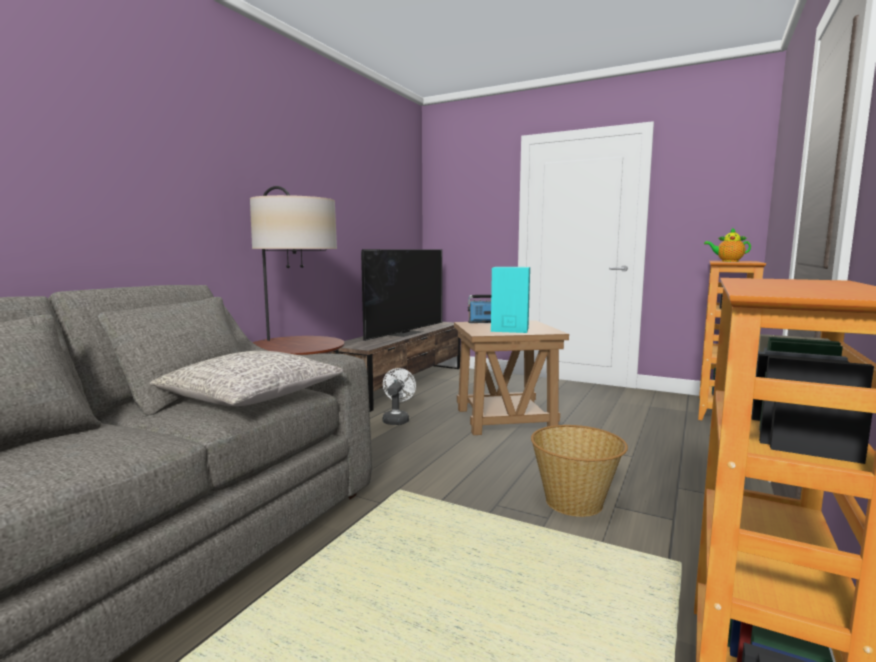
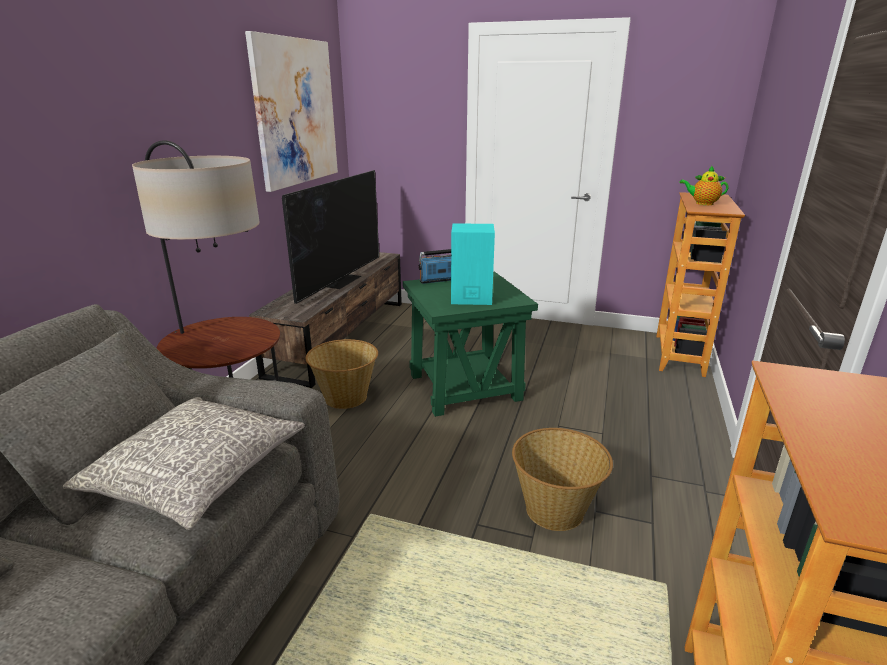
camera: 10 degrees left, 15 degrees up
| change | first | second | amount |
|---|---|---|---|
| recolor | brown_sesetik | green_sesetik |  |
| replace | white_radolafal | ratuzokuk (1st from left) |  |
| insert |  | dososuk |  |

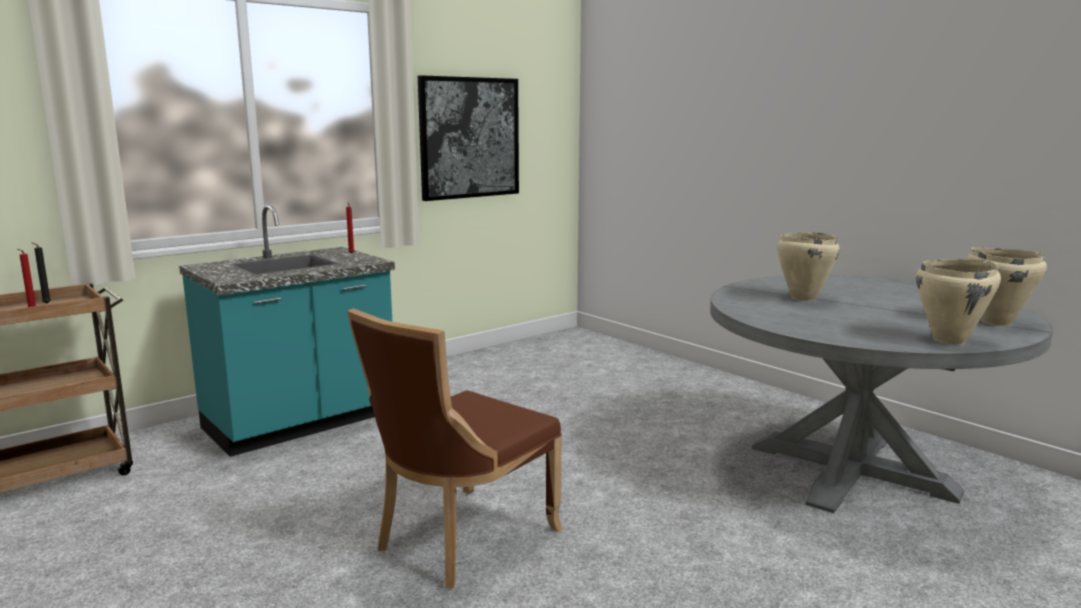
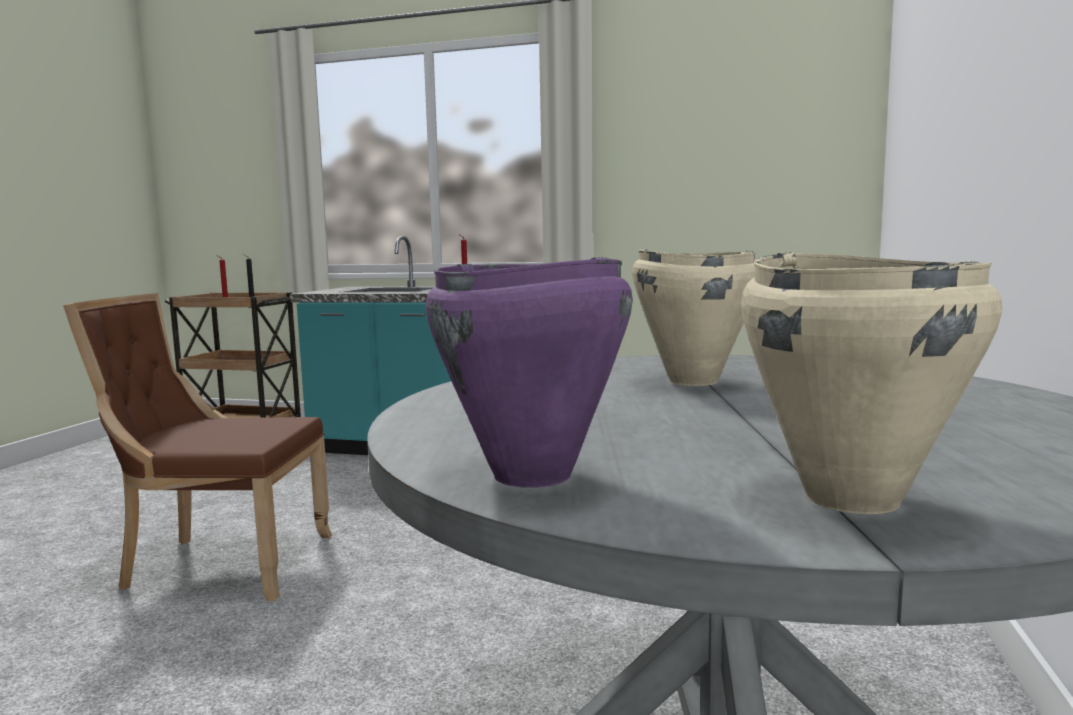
camera: 55 degrees right, 5 degrees down
| change | first | second | amount |
|---|---|---|---|
| delete | dososuk |  |  |
| recolor | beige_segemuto (2nd from left) | purple_segemuto |  |

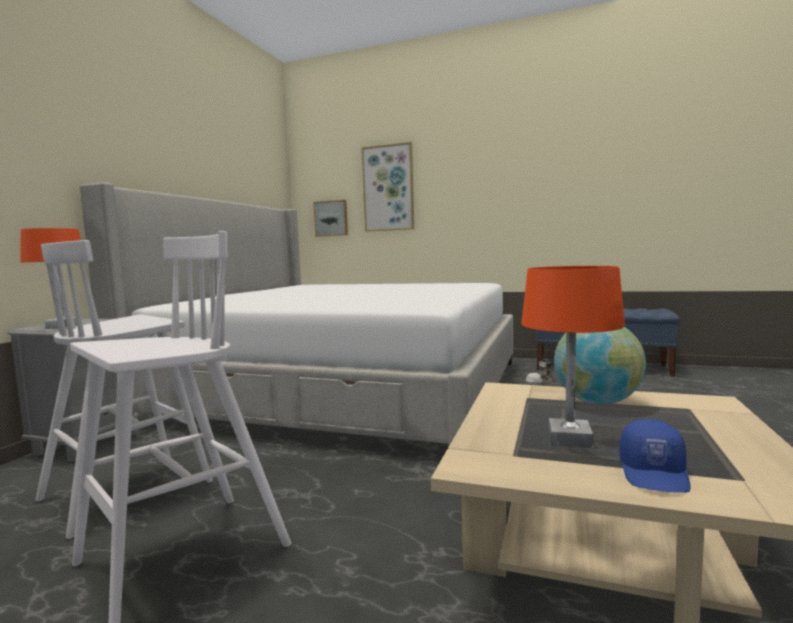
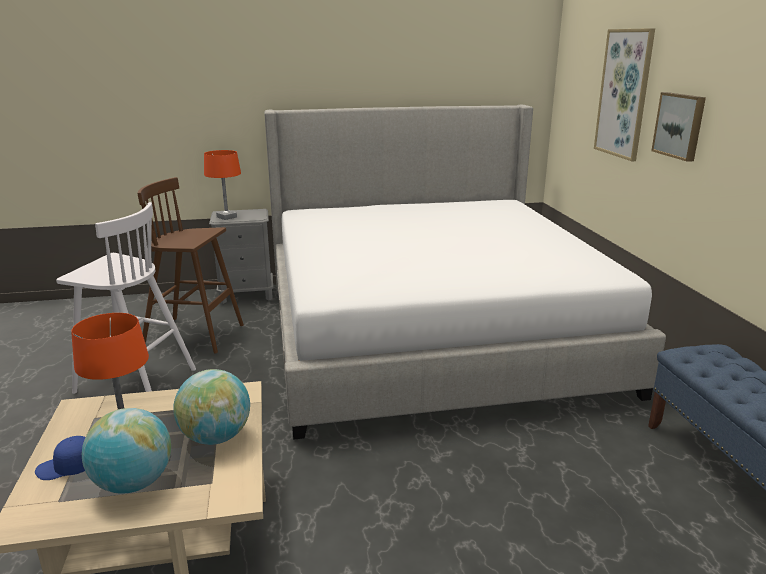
camera: 60 degrees right, 15 degrees up
| change | first | second | amount |
|---|---|---|---|
| move | dososuk (1st from left in the first image) | dososuk (2nd from left) |  |
| recolor | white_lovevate (1st from left) | brown_lovevate |  |
| delete | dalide |  |  |
| insert |  | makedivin (1st from left) |  |

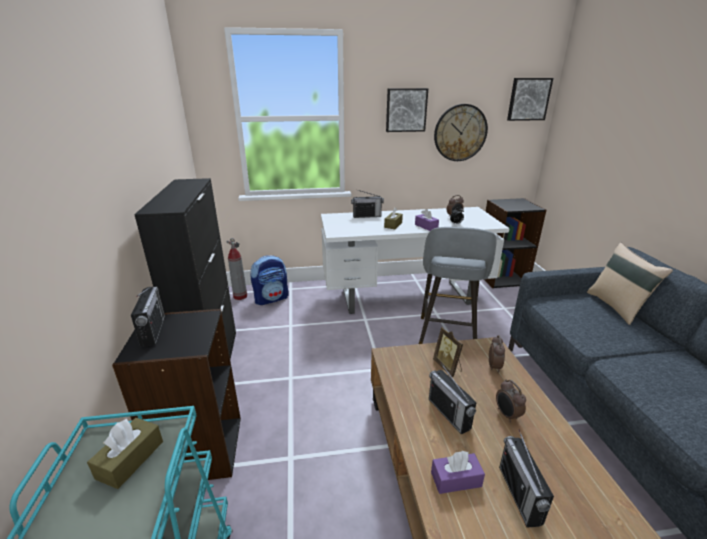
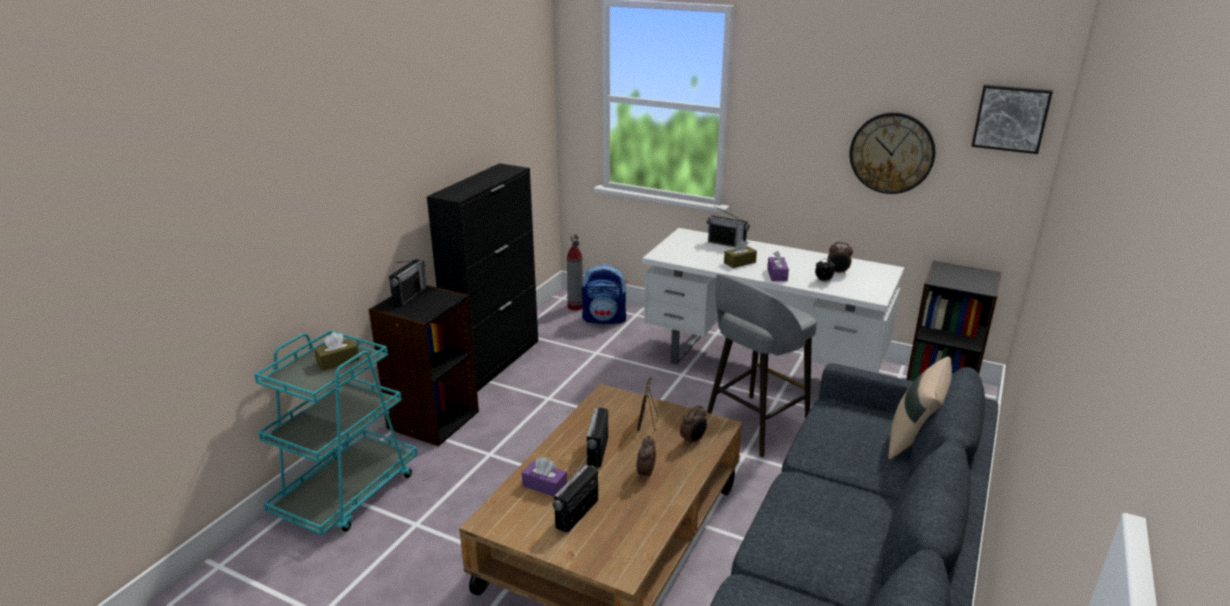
camera: 35 degrees right, 0 degrees up
| change | first | second | amount |
|---|---|---|---|
| delete | dososuk (1st from left) |  |  |

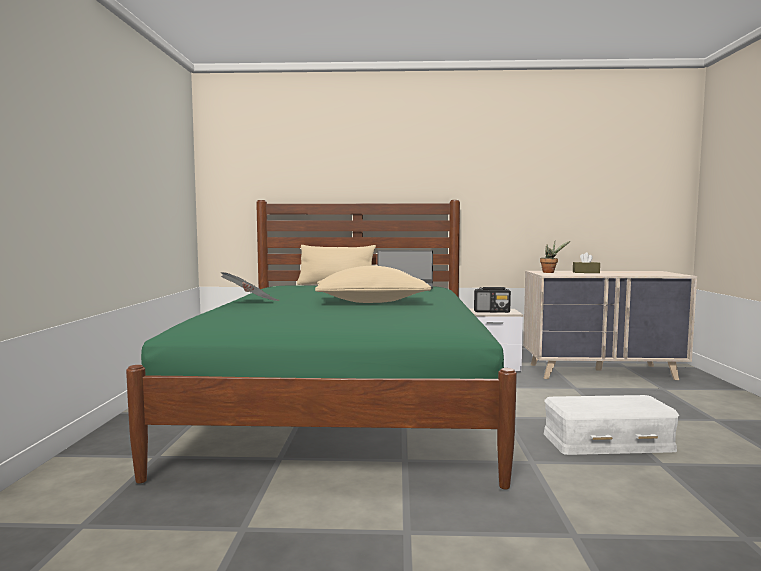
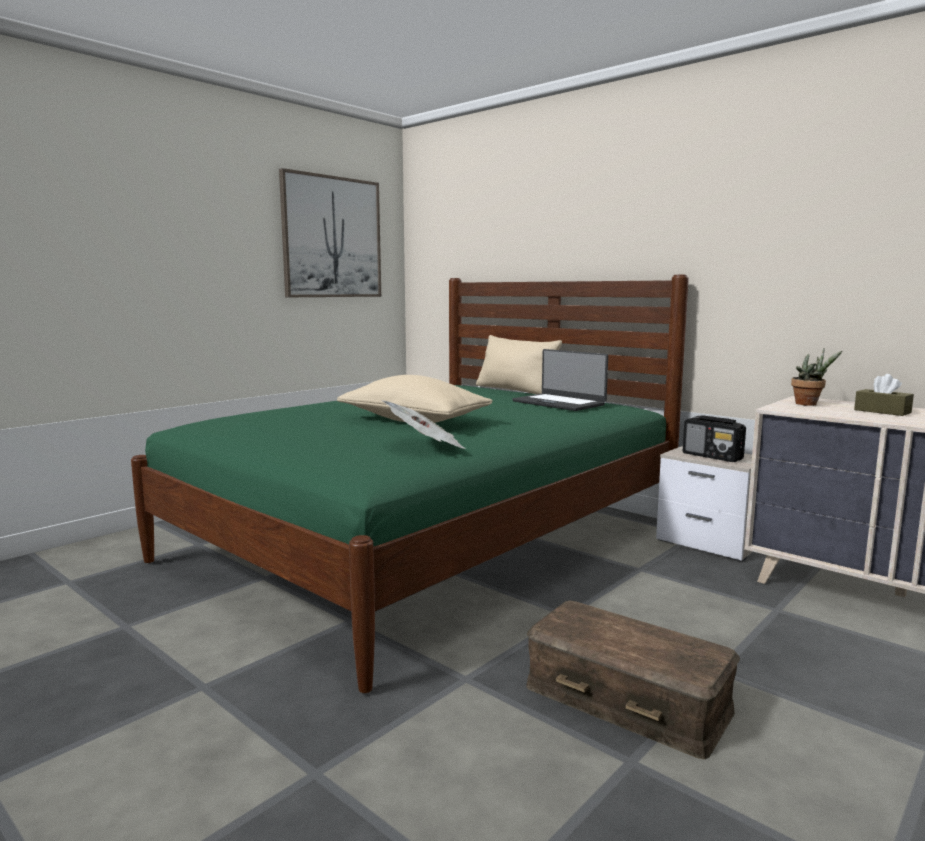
camera: 40 degrees right, 5 degrees up
| change | first | second | amount |
|---|---|---|---|
| move | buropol |  |  |
| recolor | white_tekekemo | brown_tekekemo |  |
| insert |  | dososuk |  |

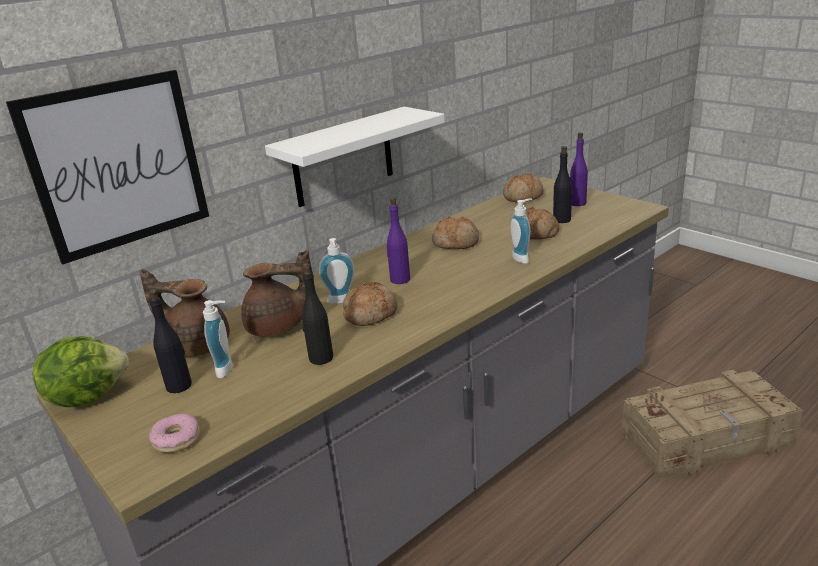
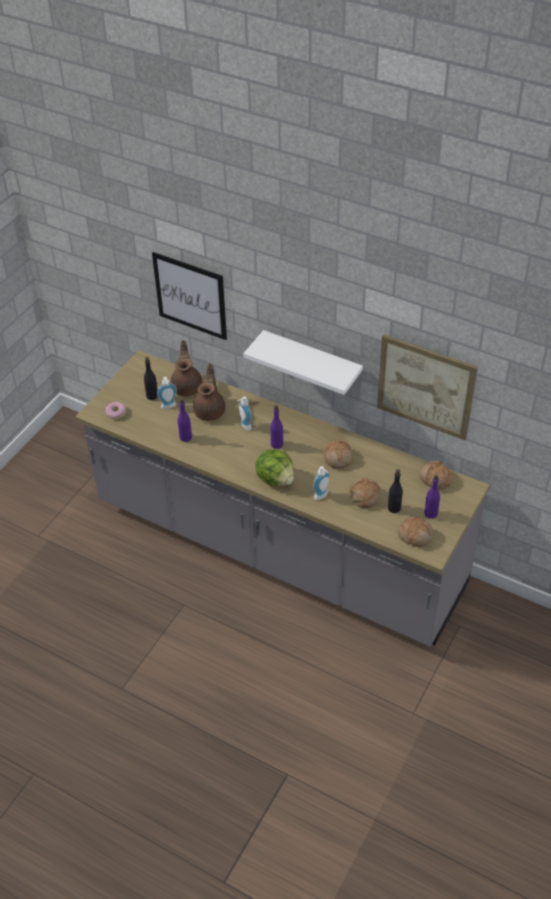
camera: 70 degrees right, 20 degrees up
| change | first | second | amount |
|---|---|---|---|
| rotate | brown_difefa (2nd from left) |  | 150 degrees counterclockwise |
| recolor | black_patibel (2nd from left) | purple_patibel (1st from left) |  |
| move | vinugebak (1st from left in the first image) | vinugebak (3rd from left) |  |
| move | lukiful |  |  |
| delete | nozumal |  |  |
| insert |  | dososuk (2nd from left) |  |

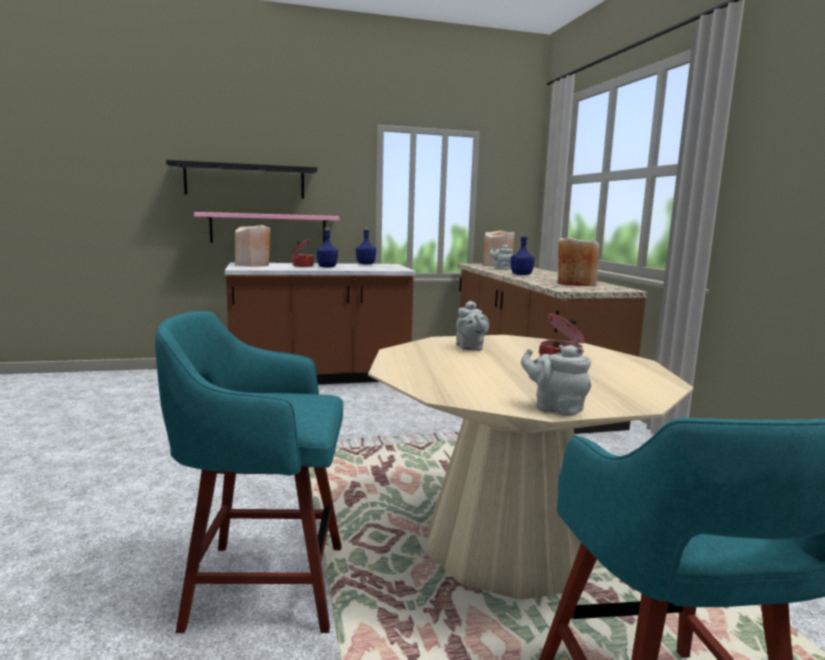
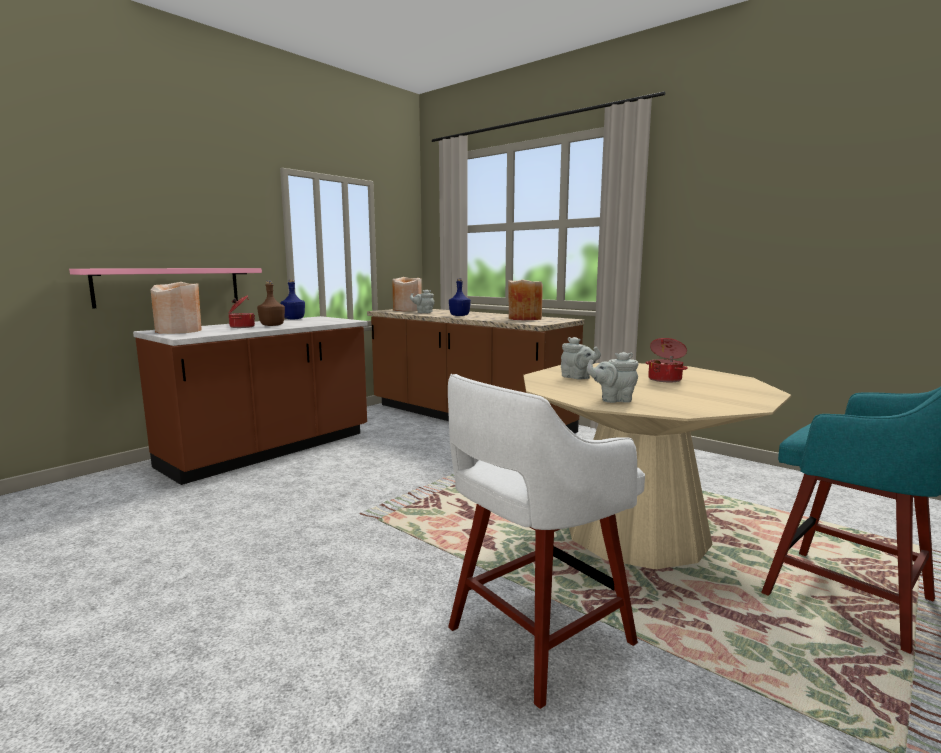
camera: 35 degrees left, 0 degrees up
| change | first | second | amount |
|---|---|---|---|
| delete | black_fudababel |  |  |
| recolor | blue_patibel (1st from left) | brown_patibel |  |
| recolor | turquoise_lovevate (1st from left) | white_lovevate |  |
| move | grey_difefa (3rd from left) |  |  |

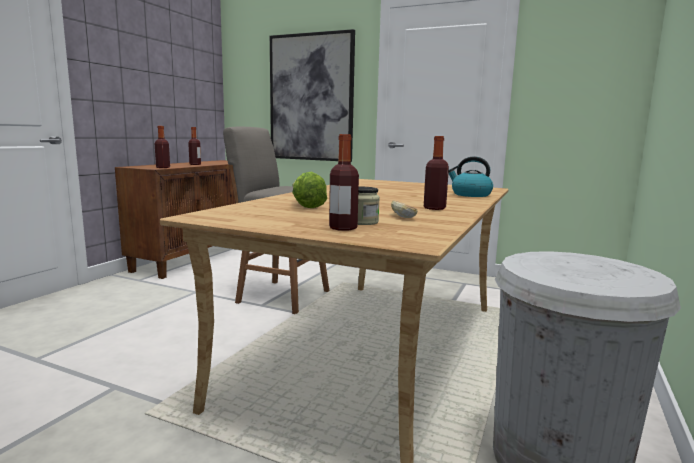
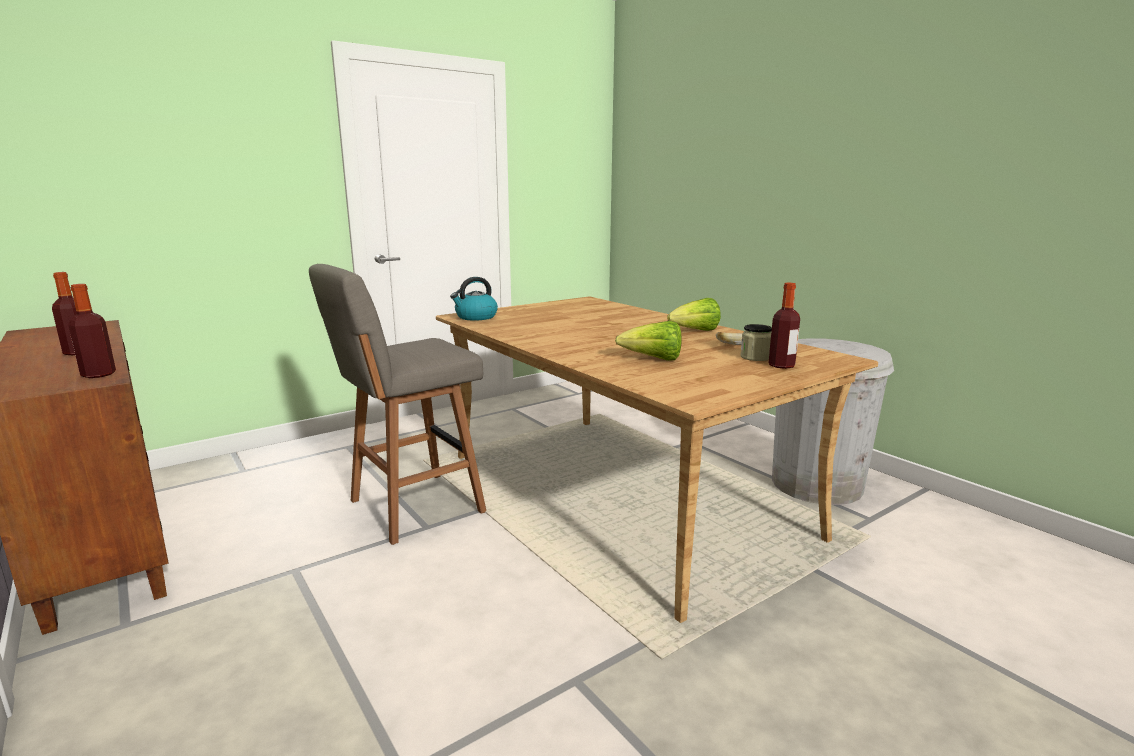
camera: 60 degrees left, 5 degrees up
| change | first | second | amount |
|---|---|---|---|
| delete | dososuk |  |  |
| replace | patibel (4th from left) | lukiful (2nd from left) |  |
| move | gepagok |  |  |

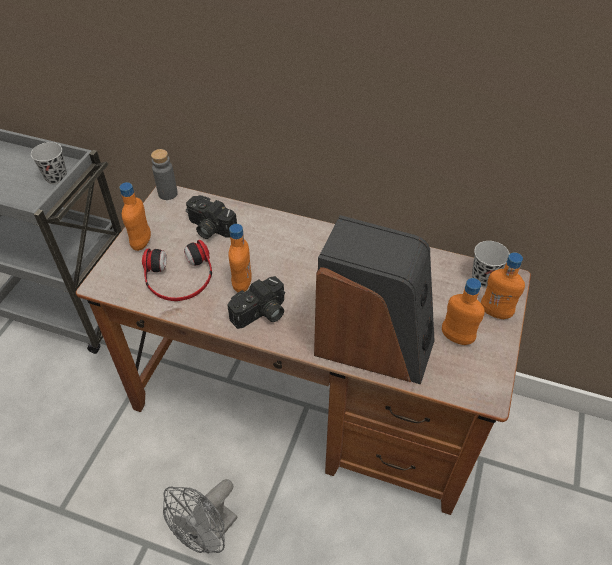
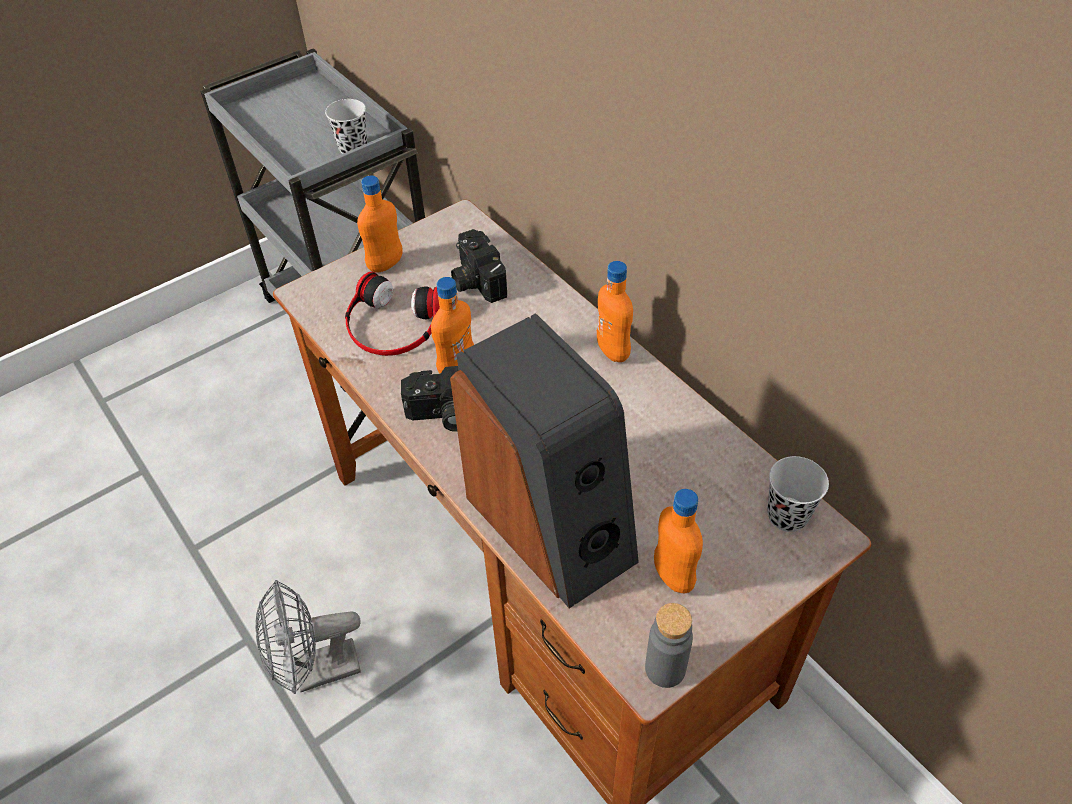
camera: 35 degrees right, 0 degrees up
| change | first | second | amount |
|---|---|---|---|
| move | grey_patibel |  |  |
| move | orange_patibel (4th from left in the first image) | orange_patibel (3rd from left) |  |

